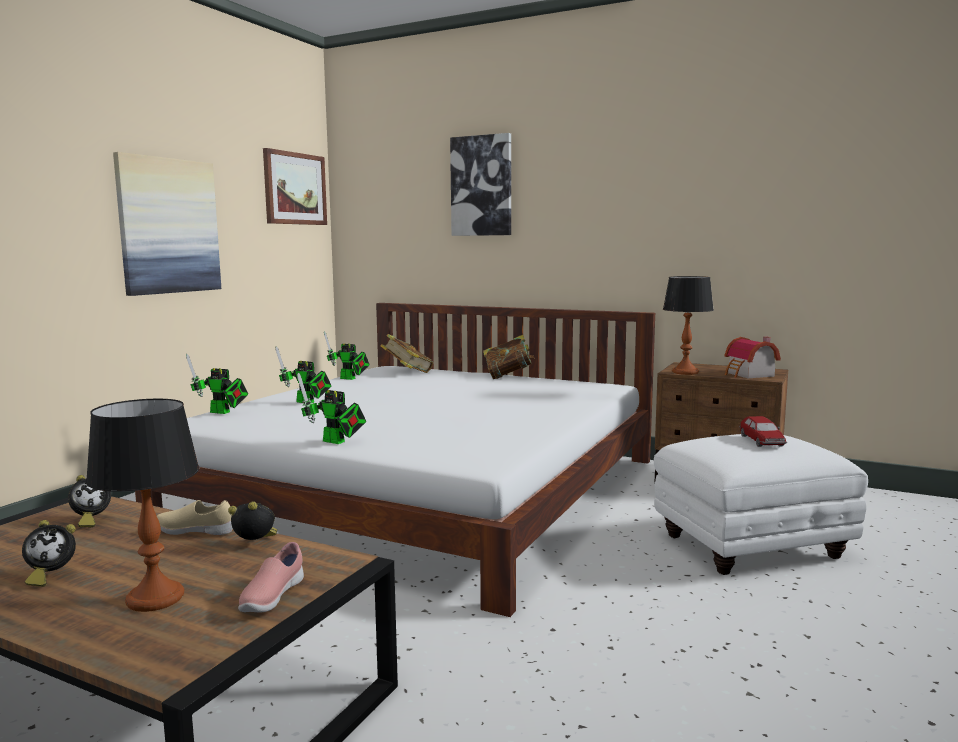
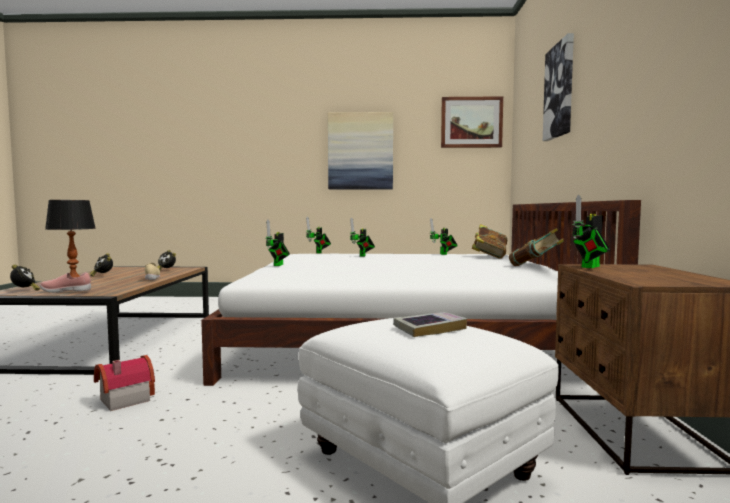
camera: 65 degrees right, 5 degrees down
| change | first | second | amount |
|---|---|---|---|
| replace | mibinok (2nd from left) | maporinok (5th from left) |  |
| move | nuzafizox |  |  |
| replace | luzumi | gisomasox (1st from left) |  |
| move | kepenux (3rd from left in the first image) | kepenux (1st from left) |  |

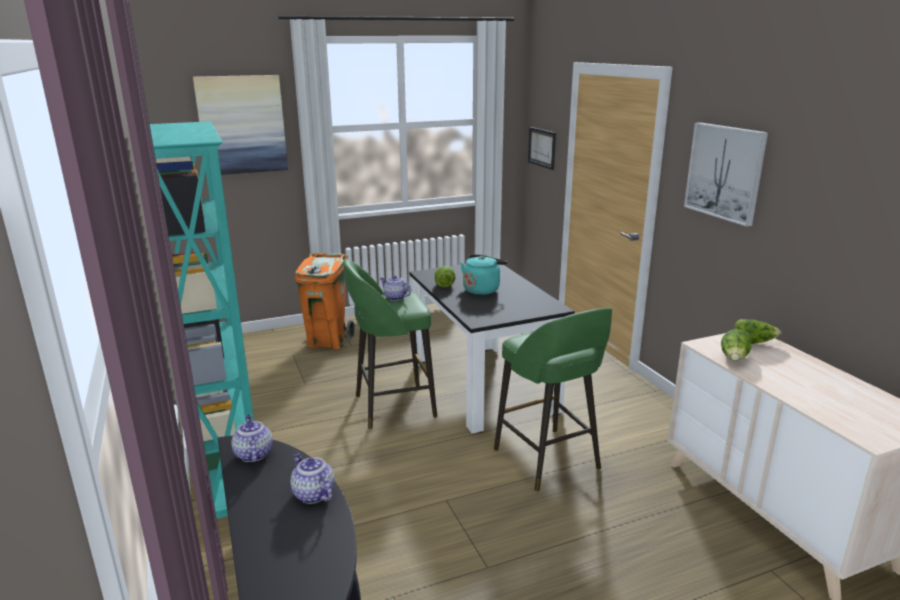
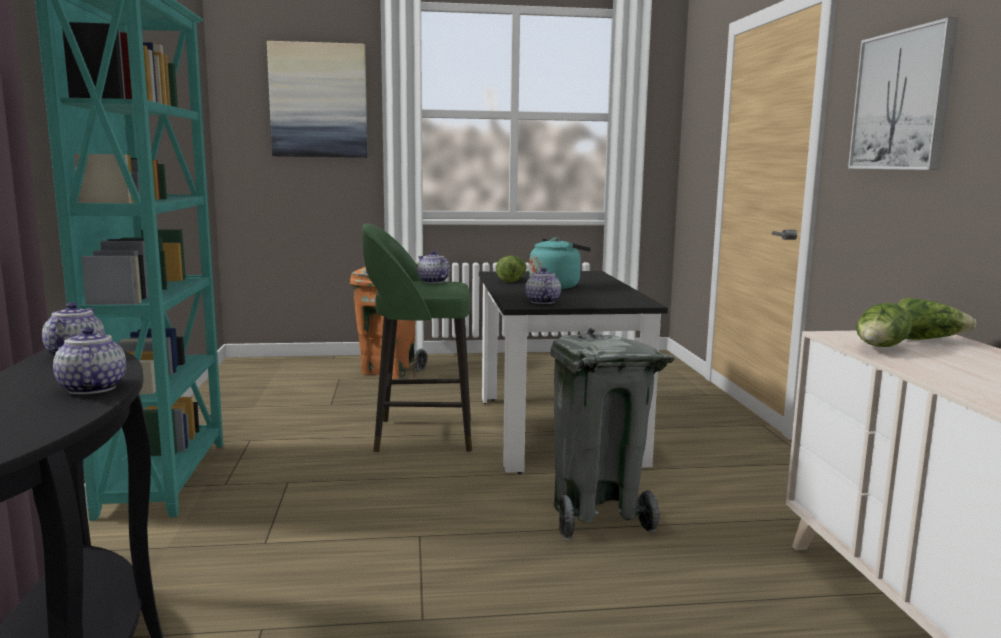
camera: 15 degrees right, 10 degrees down
| change | first | second | amount |
|---|---|---|---|
| delete | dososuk (2nd from left) |  |  |
| replace | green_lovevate (2nd from left) | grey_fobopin |  |
| insert |  | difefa (4th from left) |  |

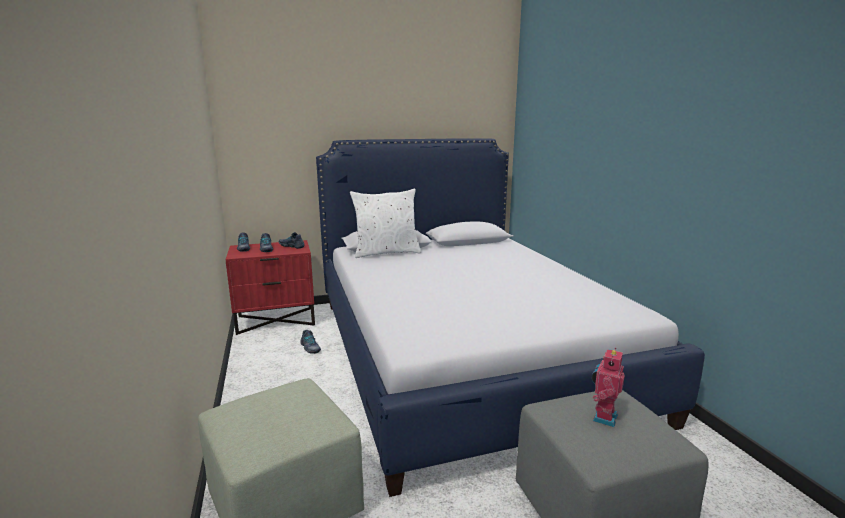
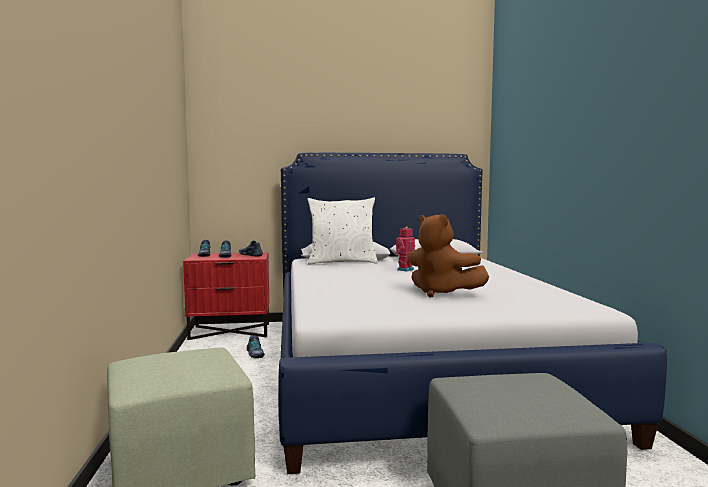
camera: 10 degrees right, 10 degrees down
| change | first | second | amount |
|---|---|---|---|
| move | maporinok |  |  |
| insert |  | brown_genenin |  |

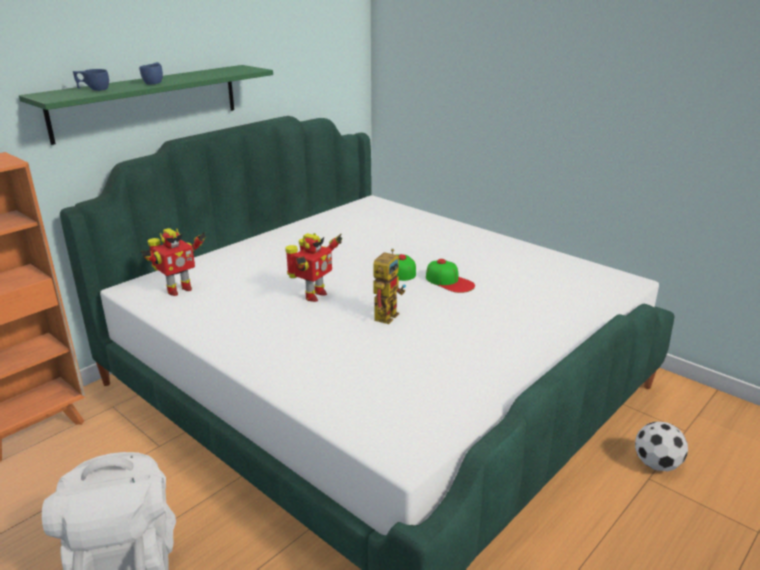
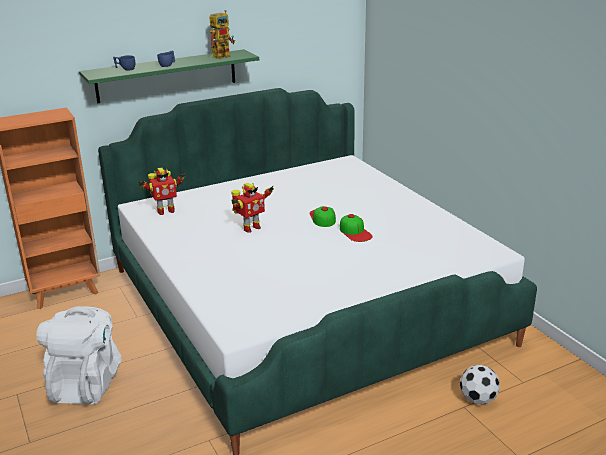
camera: 20 degrees right, 0 degrees up
| change | first | second | amount |
|---|---|---|---|
| move | maporinok (3rd from left in the first image) | maporinok (2nd from left) |  |

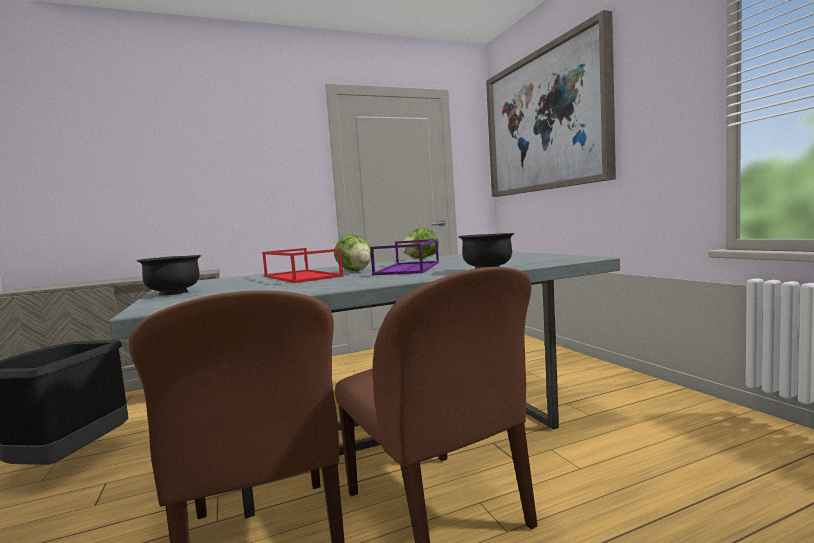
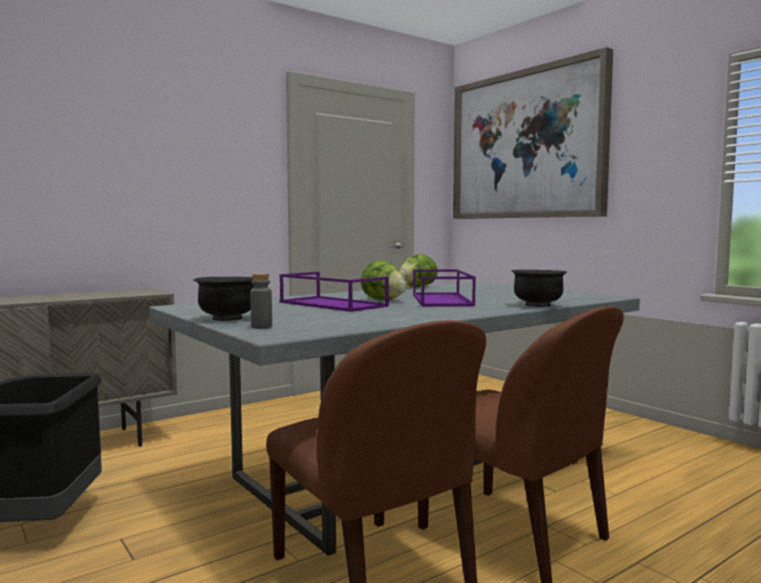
camera: 15 degrees left, 0 degrees up
| change | first | second | amount |
|---|---|---|---|
| recolor | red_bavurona | purple_bavurona (1st from left) |  |
| insert |  | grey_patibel |  |

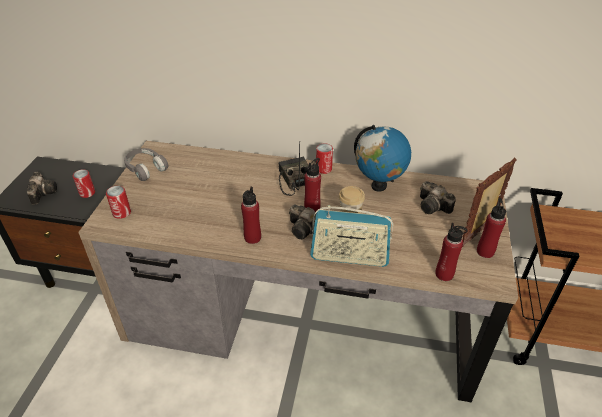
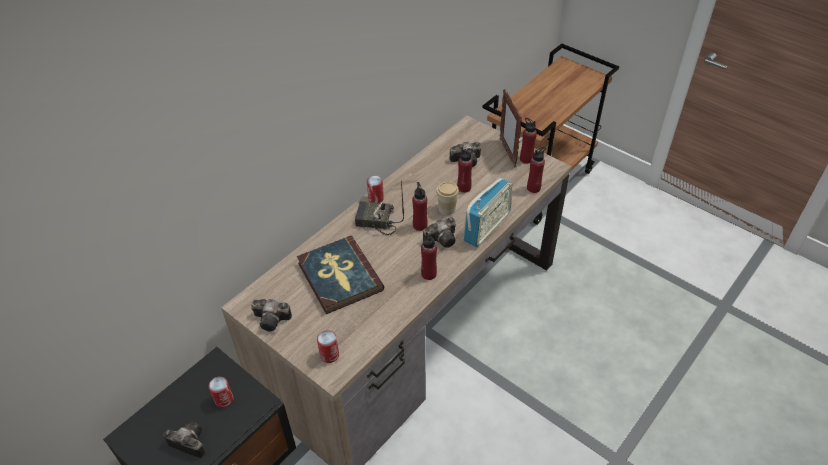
camera: 60 degrees left, 5 degrees up
| change | first | second | amount |
|---|---|---|---|
| delete | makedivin |  |  |
| replace | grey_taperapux | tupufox (2nd from left) |  |
| insert |  | red_patibel (3rd from left) |  |
| insert |  | gisomasox |  |

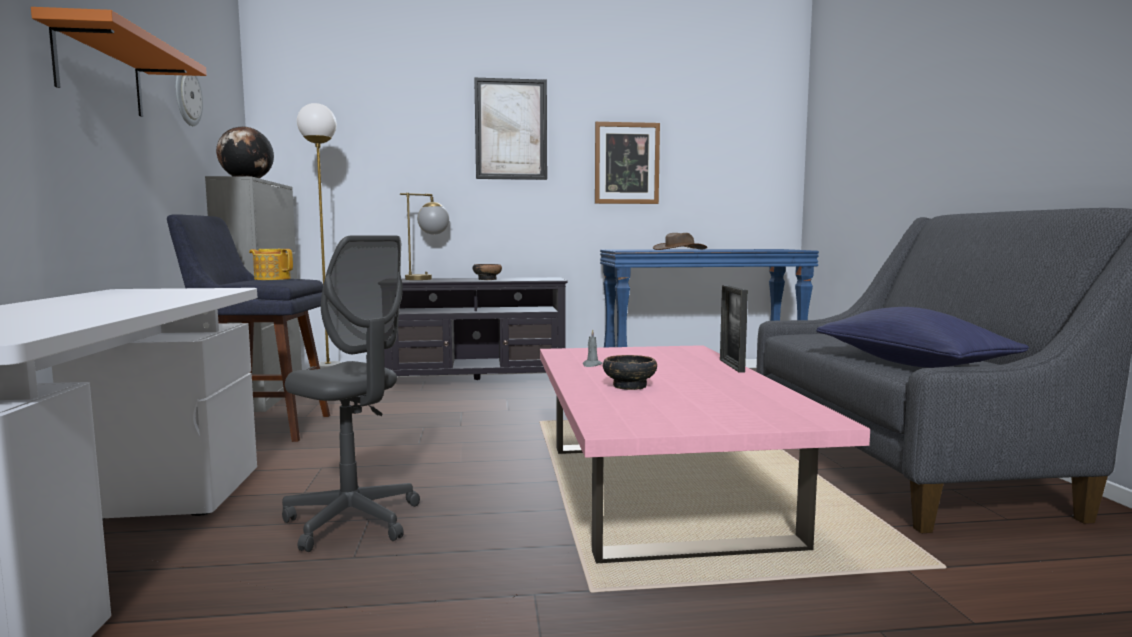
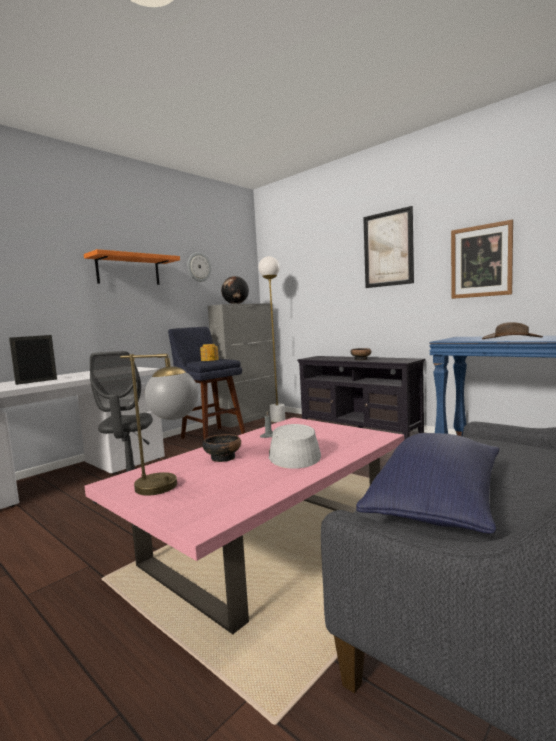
camera: 50 degrees right, 0 degrees up
| change | first | second | amount |
|---|---|---|---|
| move | mibinok |  |  |
| move | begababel |  |  |
| insert |  | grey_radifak |  |

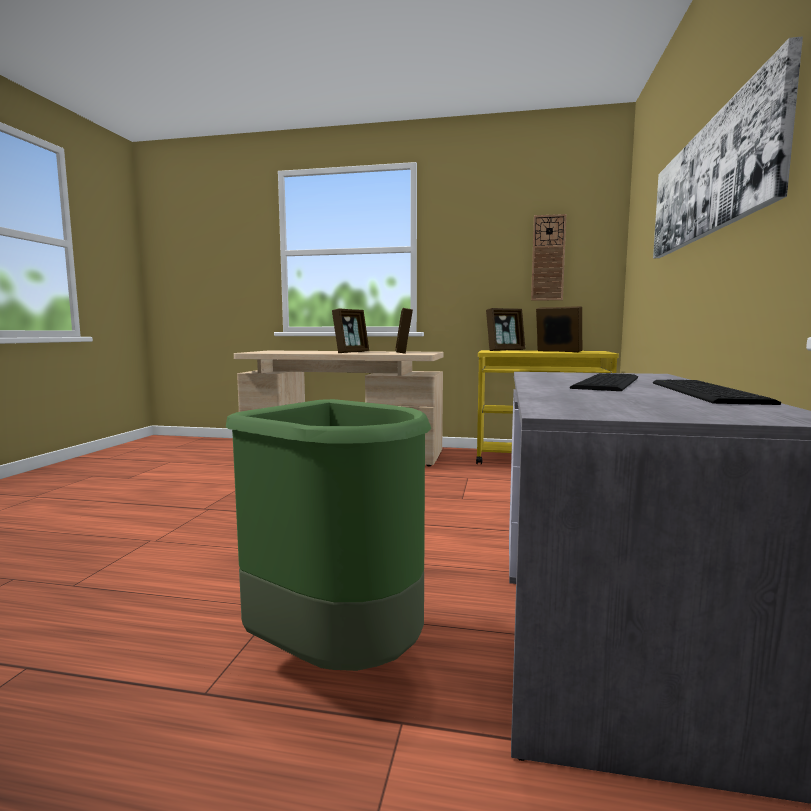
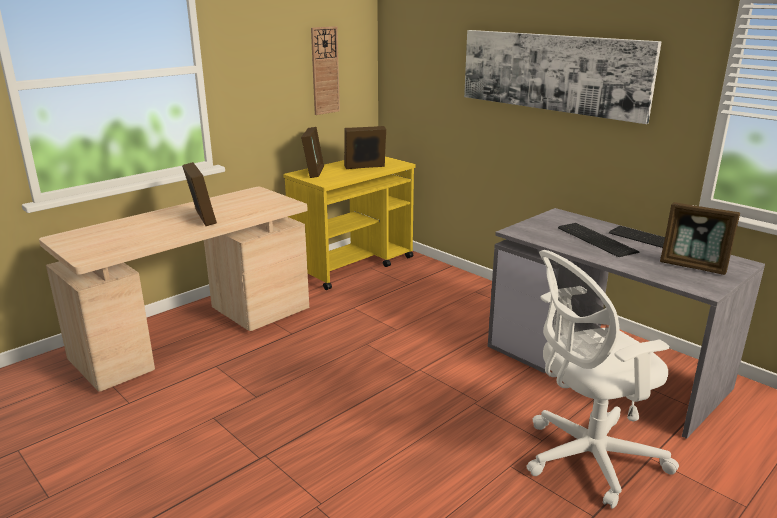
camera: 55 degrees left, 15 degrees up
| change | first | second | amount |
|---|---|---|---|
| move | begababel (2nd from left in the first image) | begababel (4th from left) |  |
| replace | green_fobopin | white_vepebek |  |

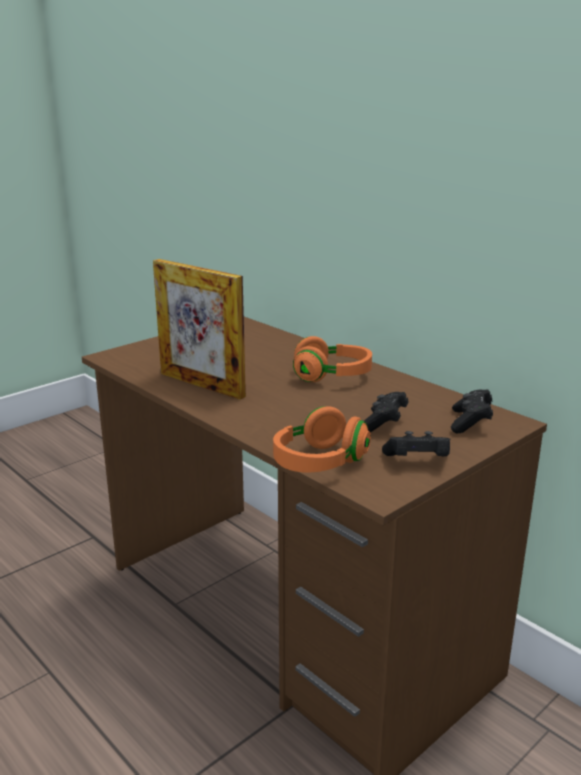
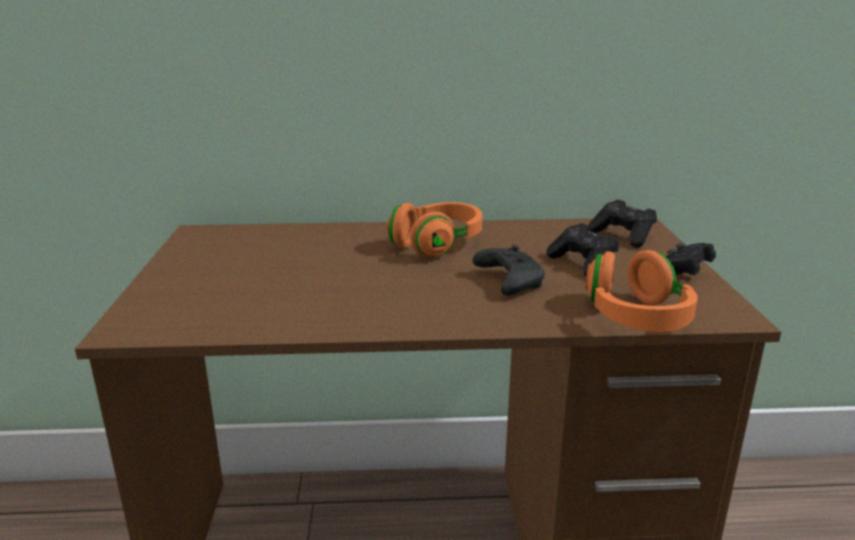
camera: 50 degrees left, 0 degrees up
| change | first | second | amount |
|---|---|---|---|
| delete | begababel |  |  |
| insert |  | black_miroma (1st from left) |  |

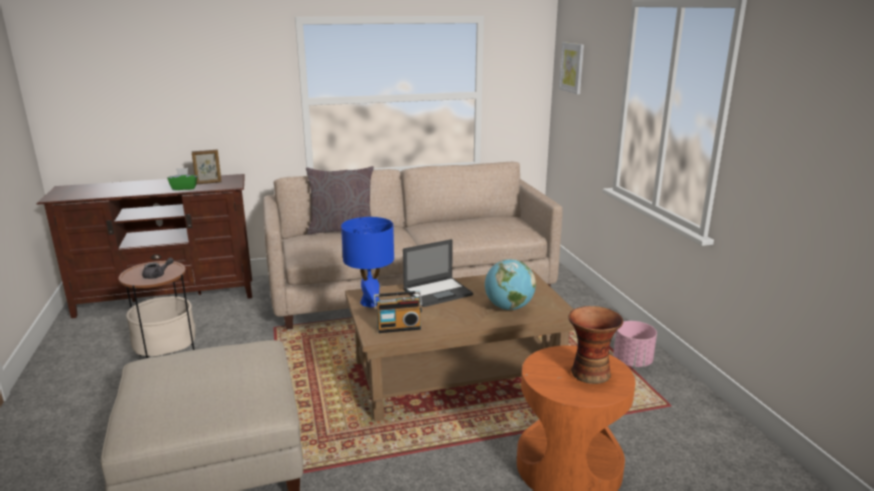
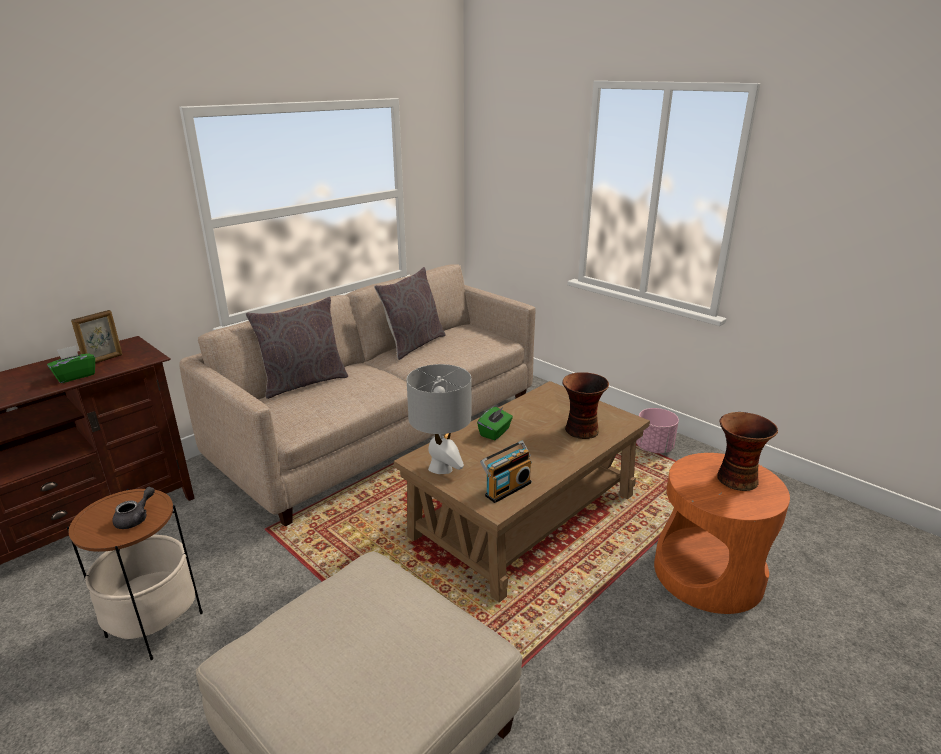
camera: 30 degrees left, 5 degrees up
| change | first | second | amount |
|---|---|---|---|
| delete | dososuk |  |  |
| recolor | blue_mibinok | grey_mibinok |  |
| replace | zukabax | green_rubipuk (2nd from left) |  |
| replace | makedivin | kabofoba (1st from left) |  |
| insert |  | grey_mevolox (2nd from left) |  |

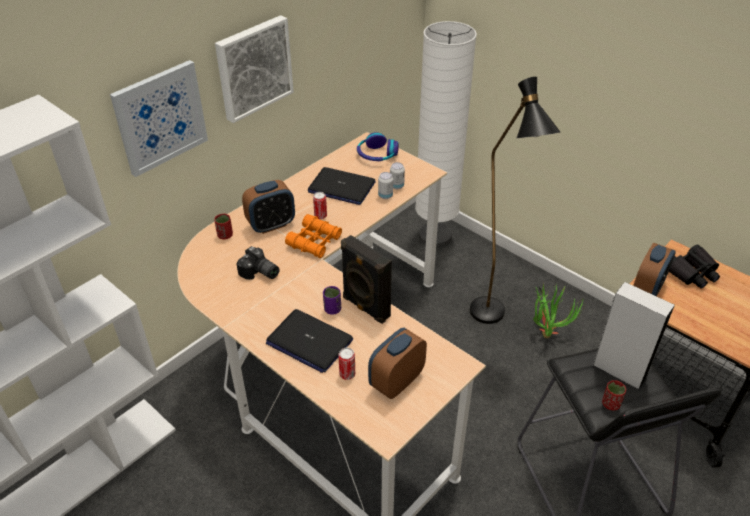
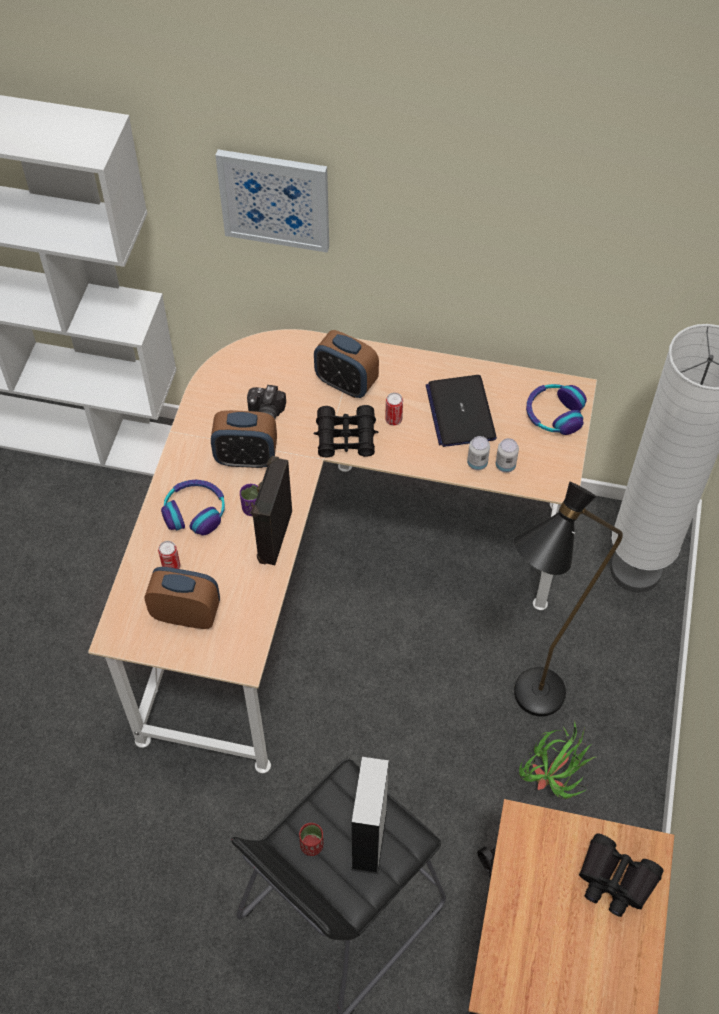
camera: 60 degrees right, 15 degrees up
| change | first | second | amount |
|---|---|---|---|
| delete | dososuk (2nd from left) |  |  |
| delete | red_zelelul (1st from left) |  |  |
| recolor | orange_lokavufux | black_lokavufux (1st from left) |  |
| move | kepenux (3rd from left in the first image) | kepenux (2nd from left) |  |
| replace | zukabax (1st from left) | taperapux (1st from left) |  |

